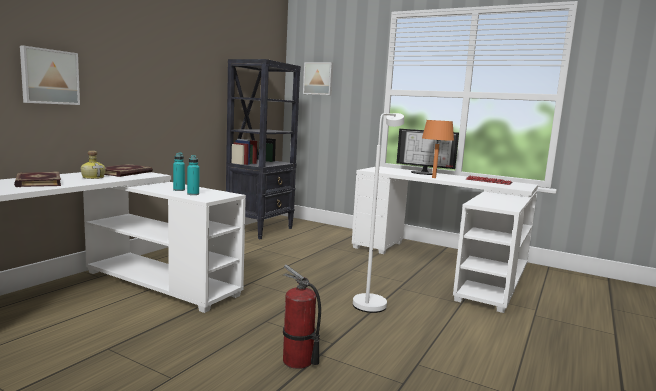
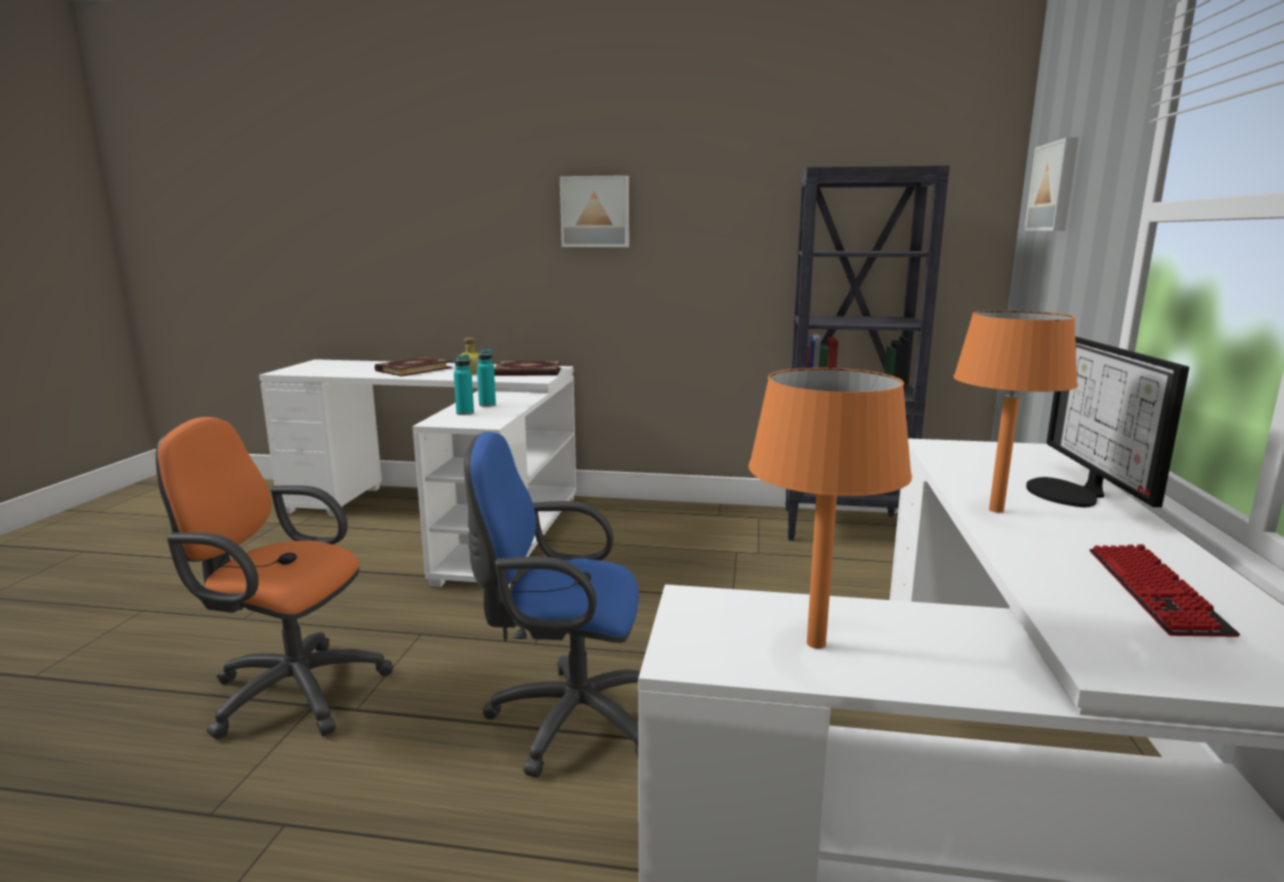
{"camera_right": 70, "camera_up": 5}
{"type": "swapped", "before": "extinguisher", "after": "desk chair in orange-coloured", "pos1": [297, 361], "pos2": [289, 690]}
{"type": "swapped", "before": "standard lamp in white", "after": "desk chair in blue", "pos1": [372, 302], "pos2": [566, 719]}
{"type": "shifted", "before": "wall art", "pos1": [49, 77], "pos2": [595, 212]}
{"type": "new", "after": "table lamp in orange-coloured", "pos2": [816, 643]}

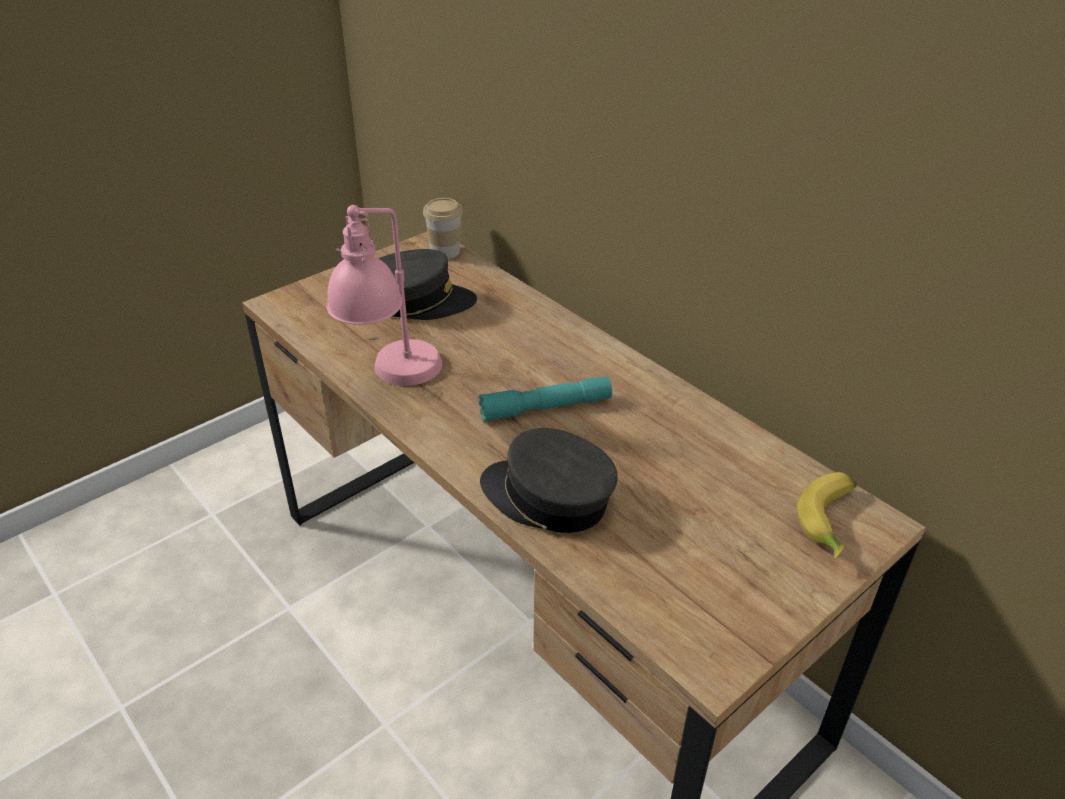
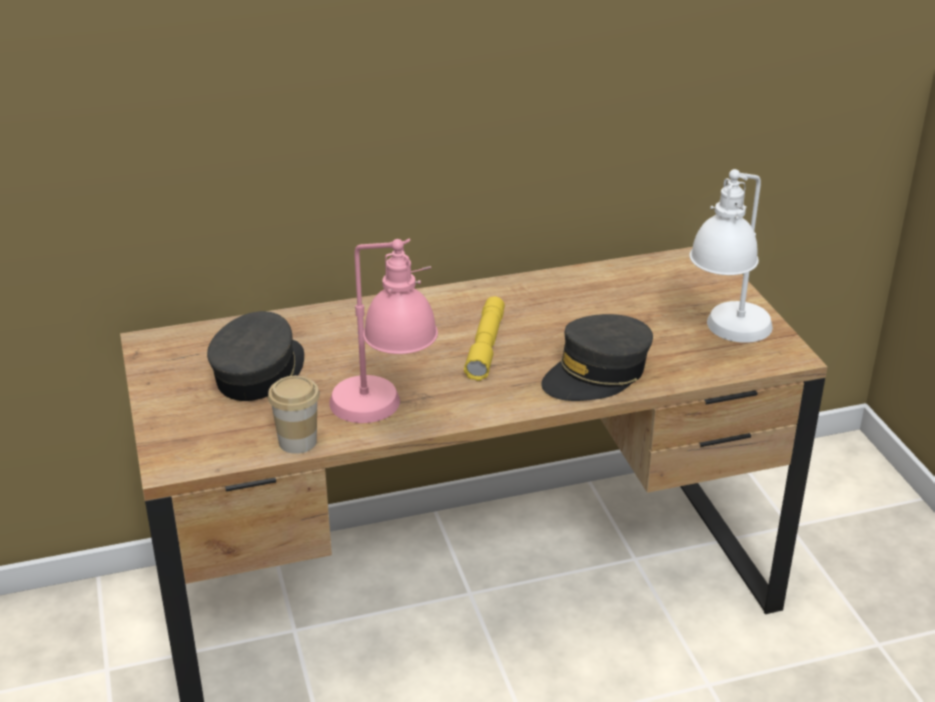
{"camera_right": -65, "camera_up": -5}
{"type": "shifted", "before": "cup", "pos1": [445, 252], "pos2": [297, 442]}
{"type": "repainted", "before": "hand torch in blue-green", "after": "hand torch in yellow", "pos1": [546, 407], "pos2": [485, 346]}
{"type": "new", "after": "table lamp in white", "pos2": [727, 338]}
{"type": "gone", "before": "banana fruit", "pos1": [832, 523]}

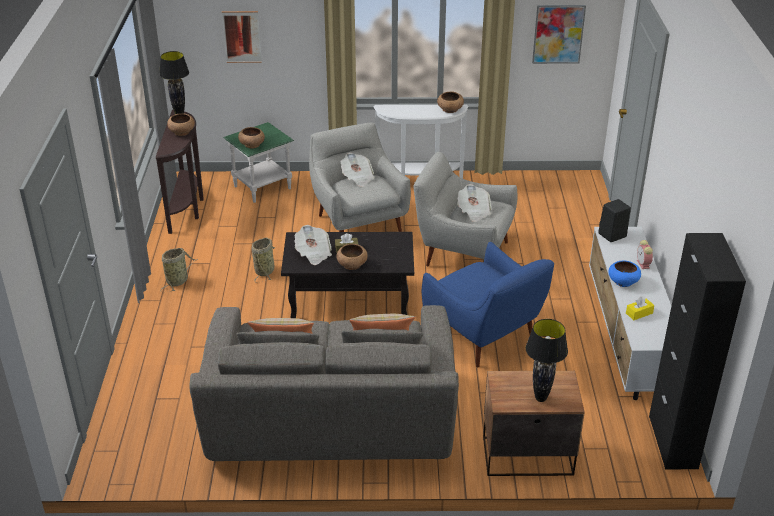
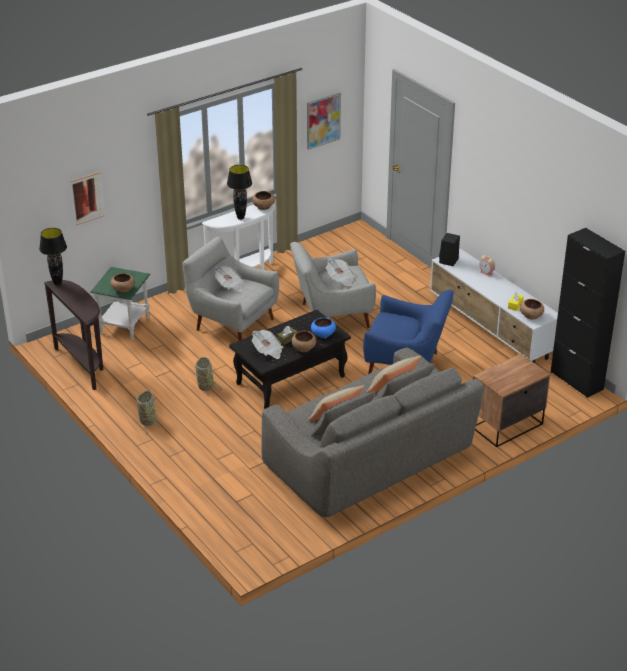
{"camera_right": -35, "camera_up": 0}
{"type": "shifted", "before": "table lamp in black", "pos1": [541, 398], "pos2": [241, 218]}
{"type": "shifted", "before": "deep dish in blue", "pos1": [623, 281], "pos2": [323, 334]}
{"type": "shifted", "before": "deep dish in brown-coloured", "pos1": [182, 132], "pos2": [531, 315]}

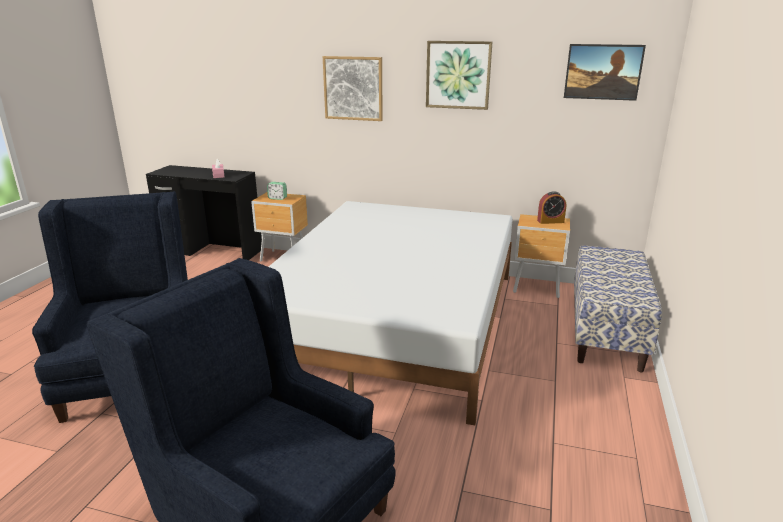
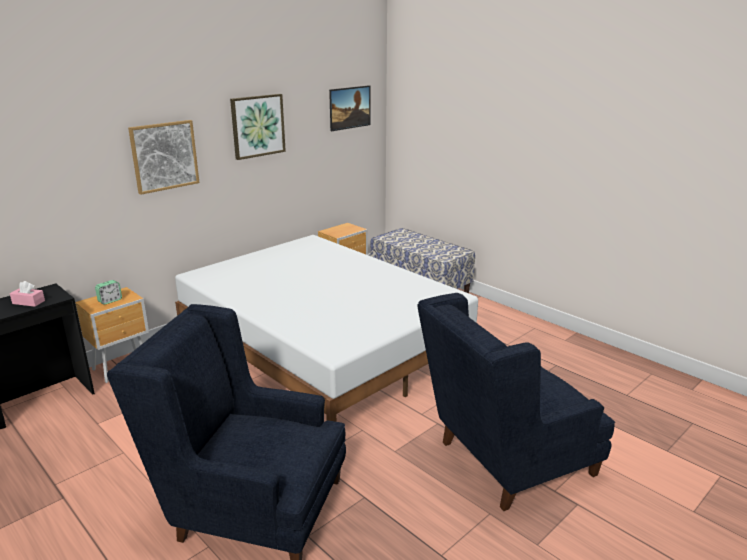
{"camera_right": -60, "camera_up": 0}
{"type": "gone", "before": "table clock", "pos1": [550, 221]}

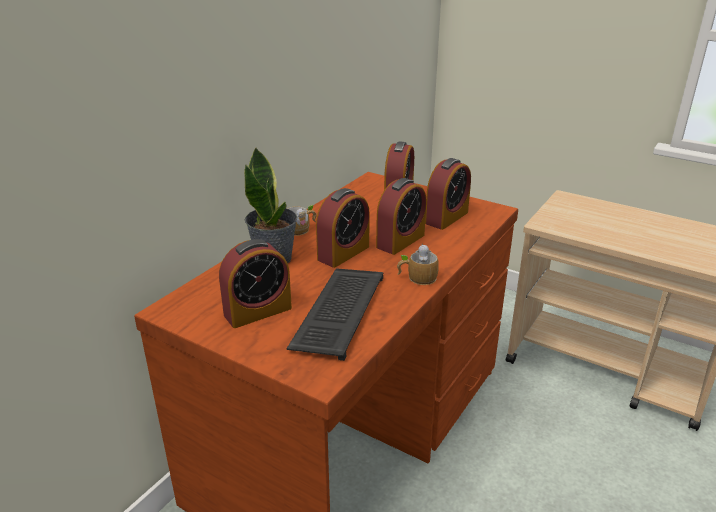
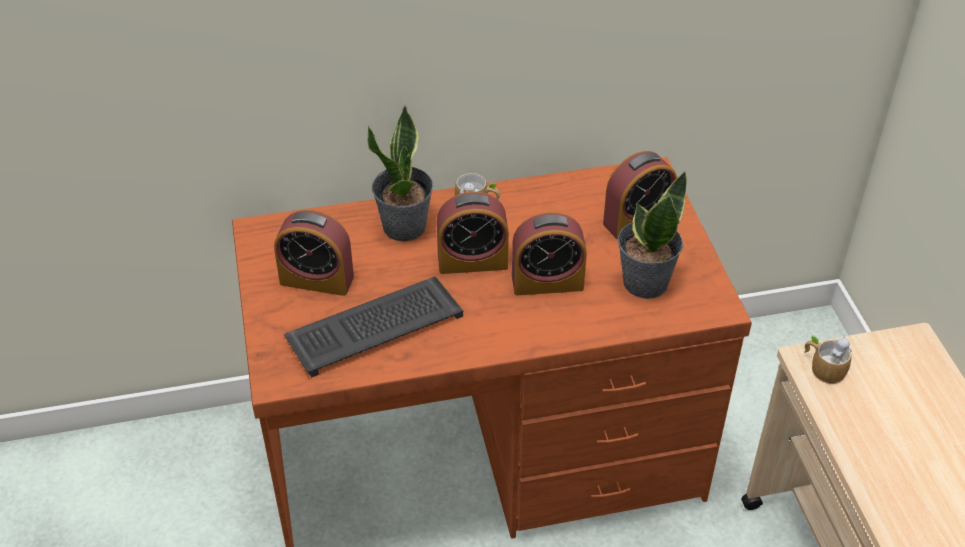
{"camera_right": 45, "camera_up": 15}
{"type": "swapped", "before": "table clock", "after": "houseplant", "pos1": [446, 218], "pos2": [644, 282]}
{"type": "shifted", "before": "mug", "pos1": [417, 277], "pos2": [823, 367]}

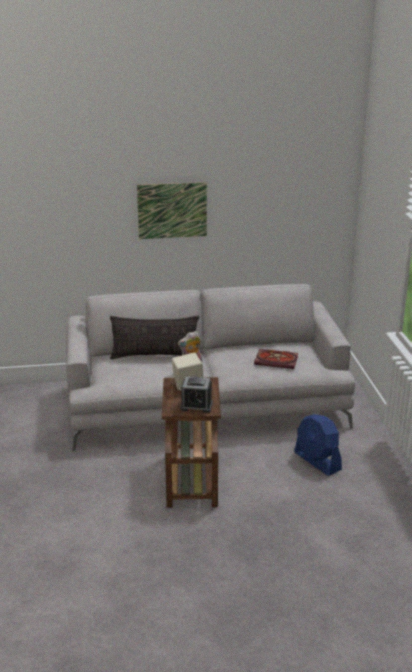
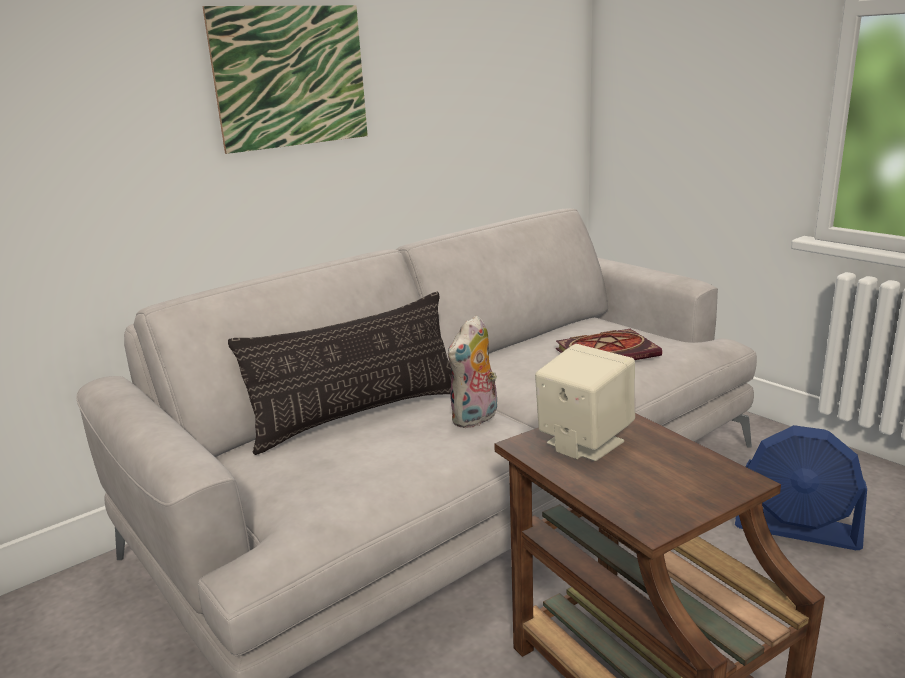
{"camera_right": -30, "camera_up": -5}
{"type": "gone", "before": "table clock", "pos1": [196, 406]}

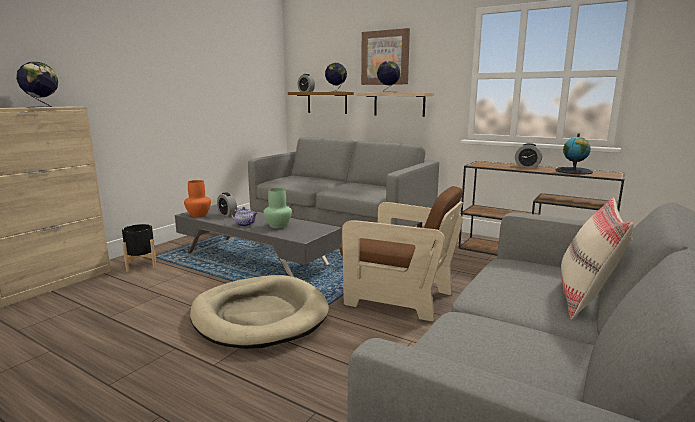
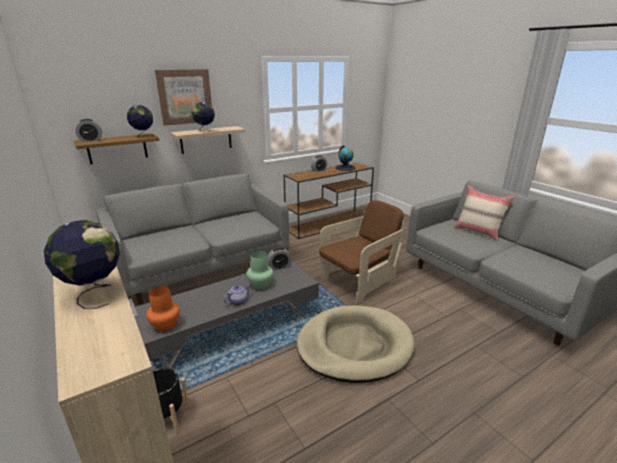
{"camera_right": -65, "camera_up": 10}
{"type": "shifted", "before": "table clock", "pos1": [227, 214], "pos2": [279, 267]}

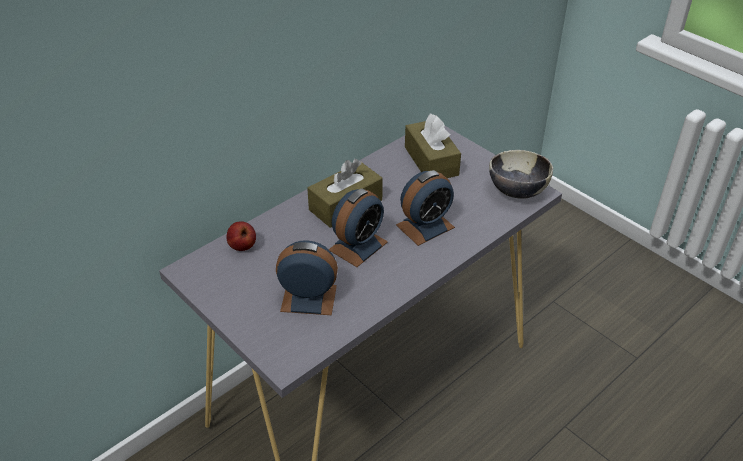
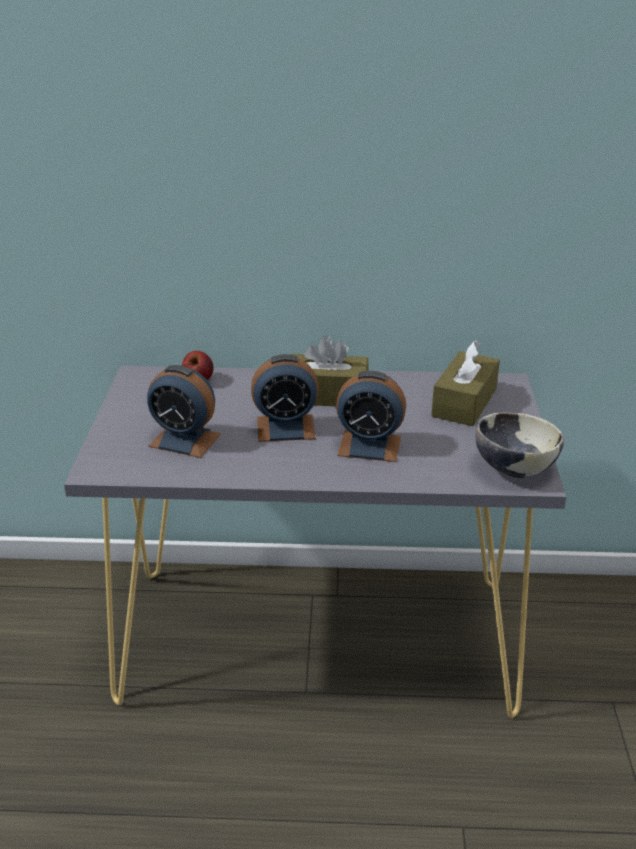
{"camera_right": 45, "camera_up": -10}
{"type": "rotated", "before": "table clock", "pos1": [309, 298], "pos2": [185, 440], "turn": 150}

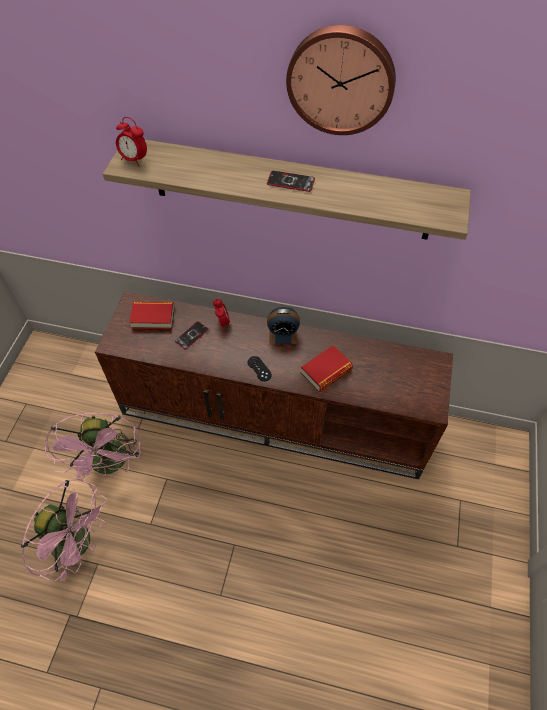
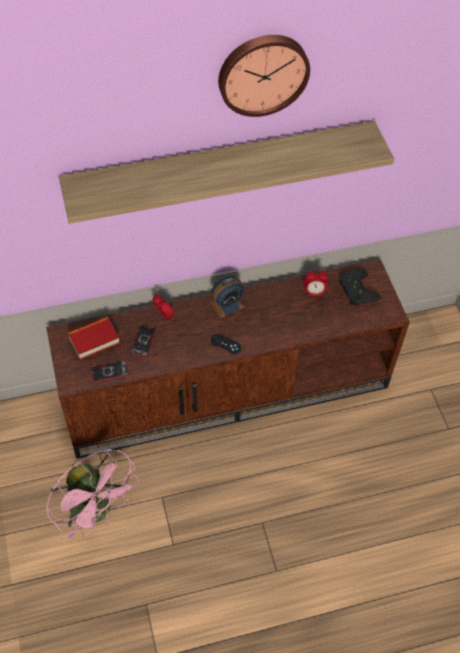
{"camera_right": -30, "camera_up": 0}
{"type": "shifted", "before": "handset", "pos1": [290, 182], "pos2": [109, 371]}
{"type": "shifted", "before": "table clock", "pos1": [134, 159], "pos2": [314, 292]}
{"type": "new", "after": "game controller in black", "pos2": [355, 290]}
{"type": "gone", "before": "fan in pinkish", "pos1": [79, 543]}
{"type": "gone", "before": "bound book", "pos1": [326, 371]}

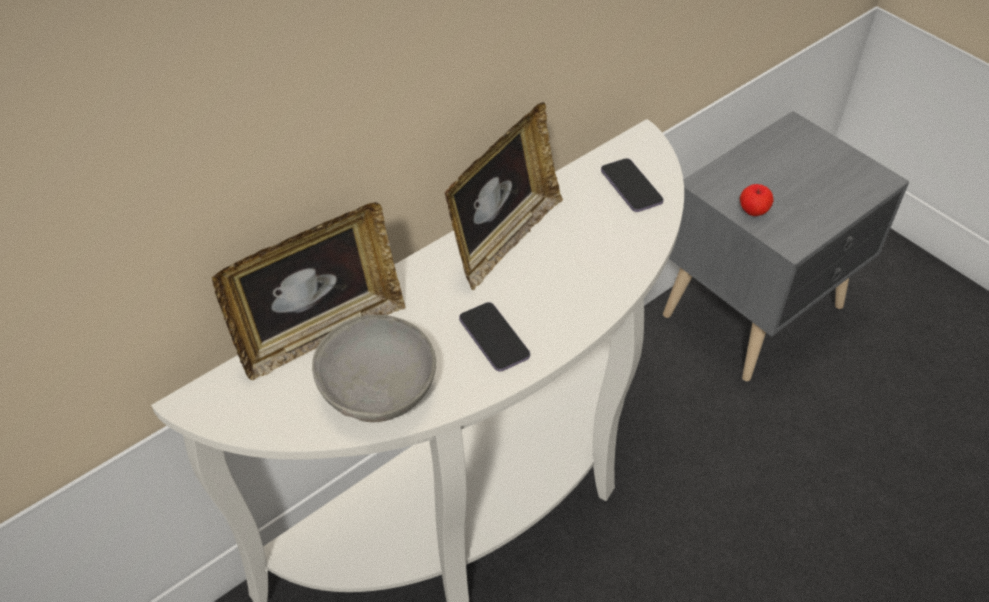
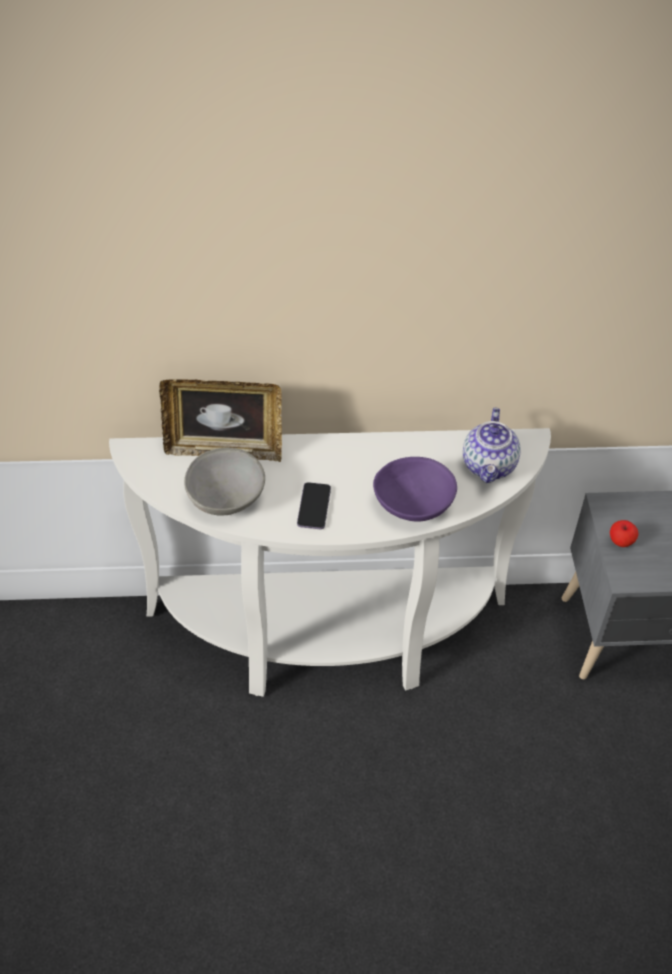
{"camera_right": 35, "camera_up": 0}
{"type": "new", "after": "deep dish in purple", "pos2": [413, 505]}
{"type": "swapped", "before": "handset", "after": "teapot", "pos1": [631, 187], "pos2": [489, 466]}
{"type": "gone", "before": "picture frame", "pos1": [503, 239]}

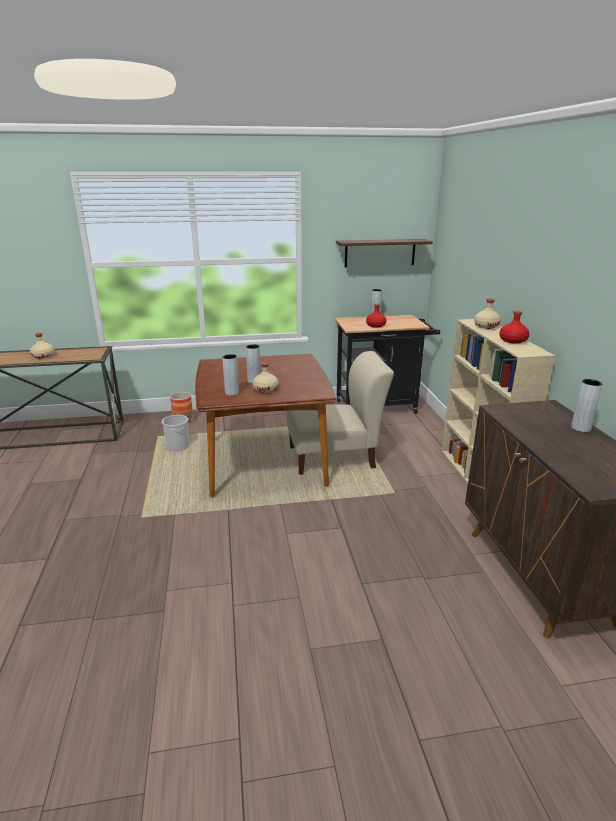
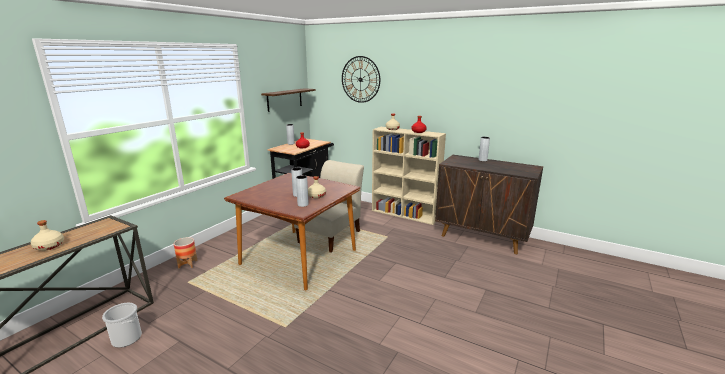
{"camera_right": -50, "camera_up": -5}
{"type": "shifted", "before": "bucket", "pos1": [178, 446], "pos2": [127, 338]}
{"type": "new", "after": "wall clock", "pos2": [360, 79]}

